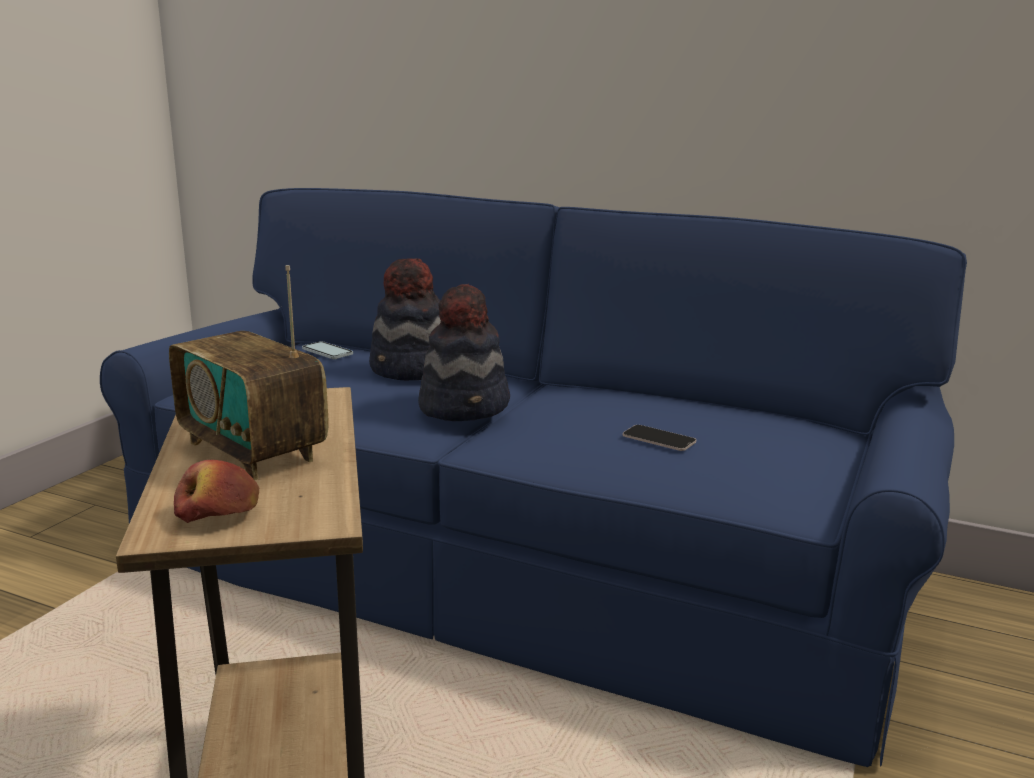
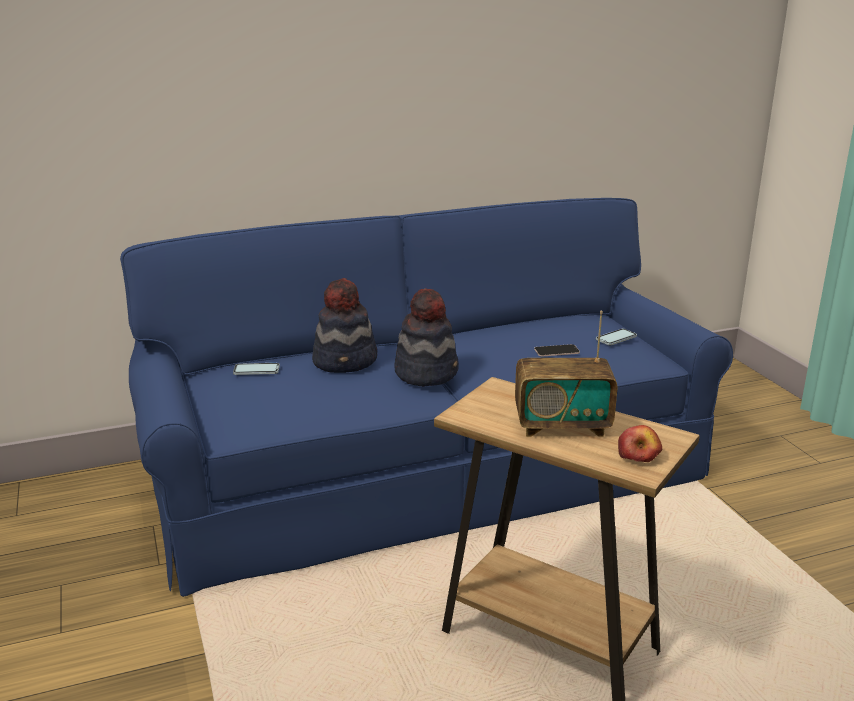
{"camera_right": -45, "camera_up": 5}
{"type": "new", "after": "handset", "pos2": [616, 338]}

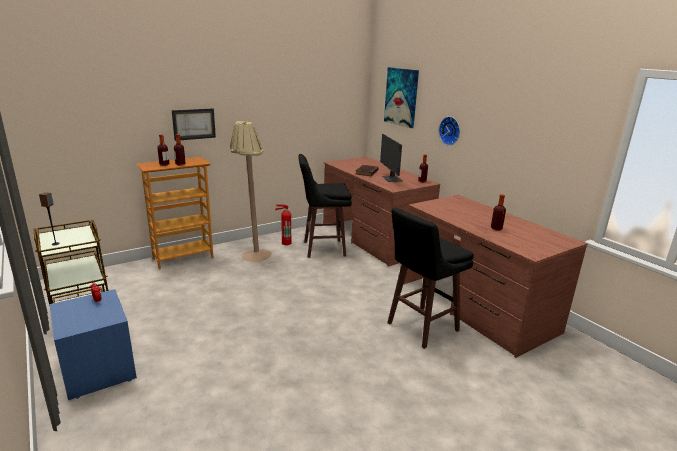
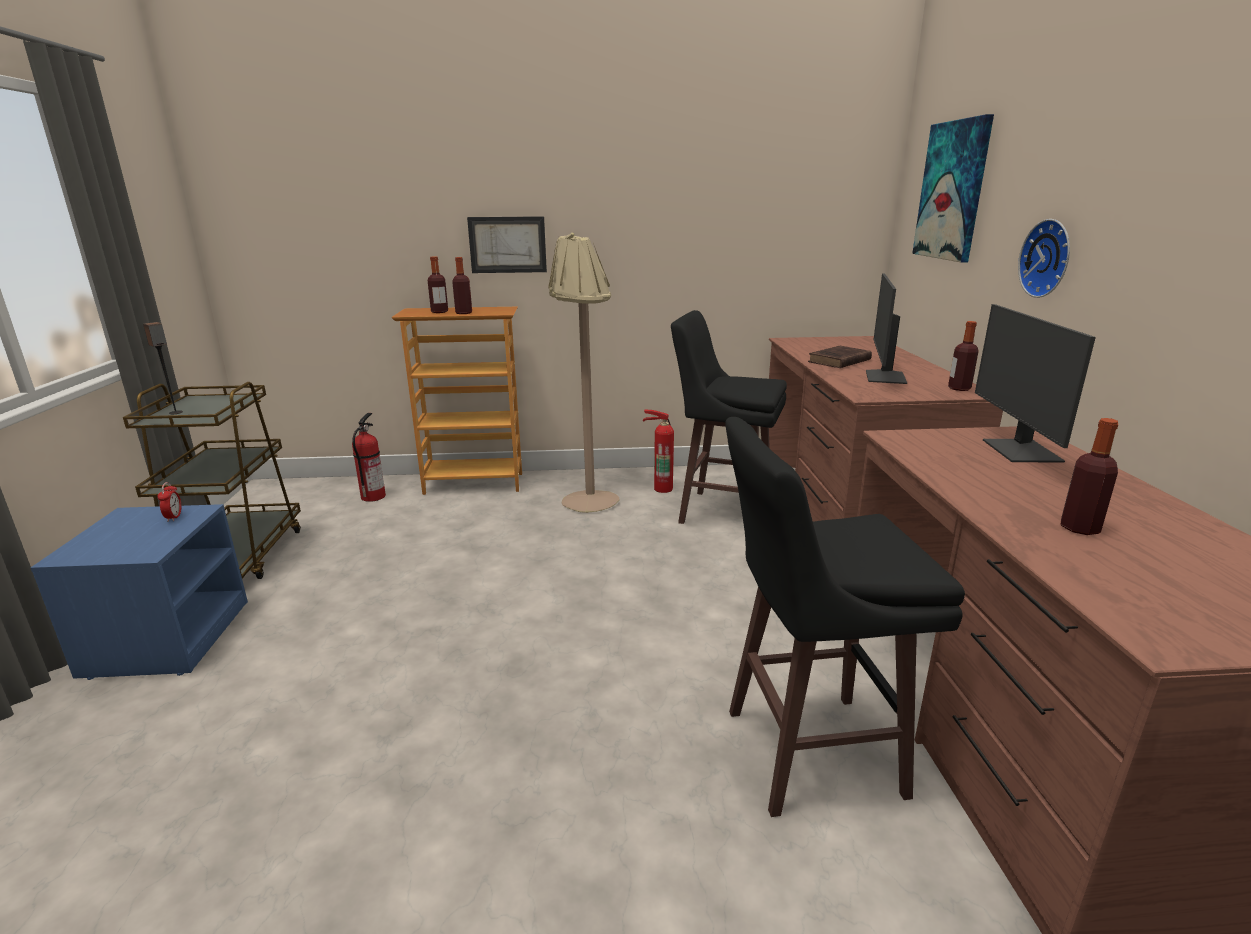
{"camera_right": 30, "camera_up": 0}
{"type": "new", "after": "extinguisher", "pos2": [373, 496]}
{"type": "new", "after": "computer screen", "pos2": [1019, 451]}

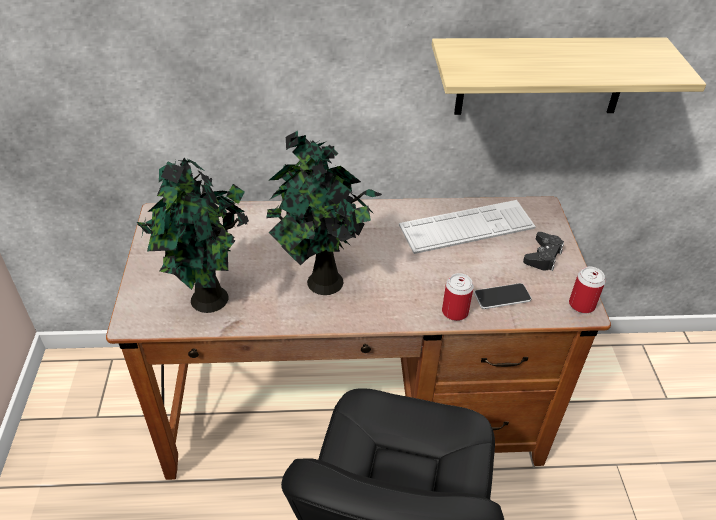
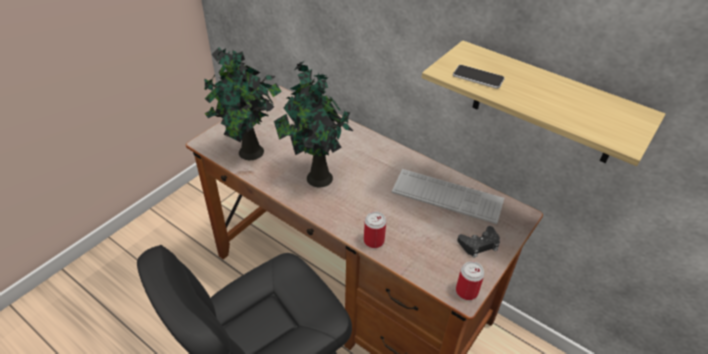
{"camera_right": 40, "camera_up": 0}
{"type": "shifted", "before": "handset", "pos1": [502, 297], "pos2": [478, 77]}

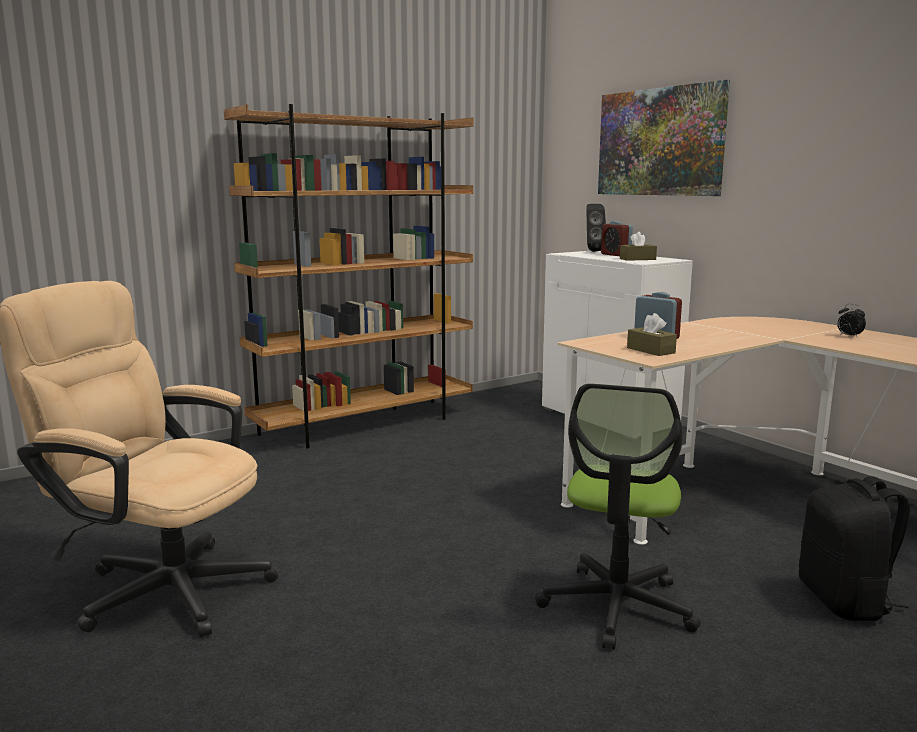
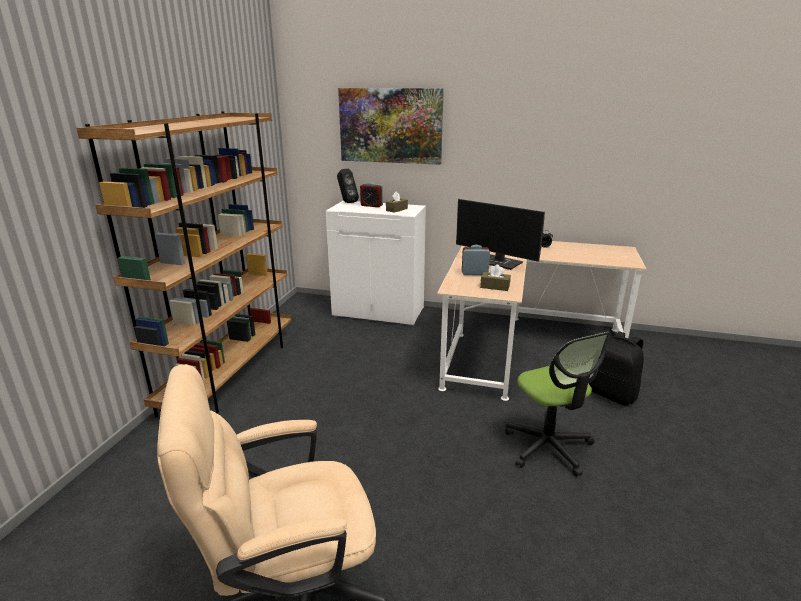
{"camera_right": -40, "camera_up": 10}
{"type": "new", "after": "computer screen", "pos2": [499, 262]}

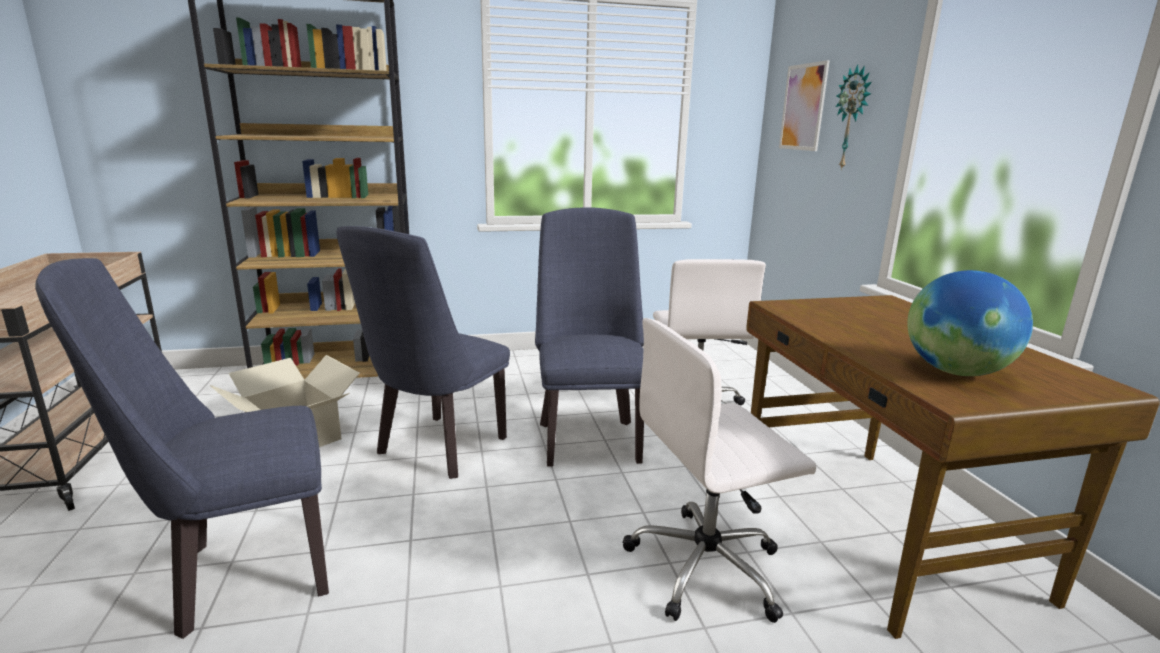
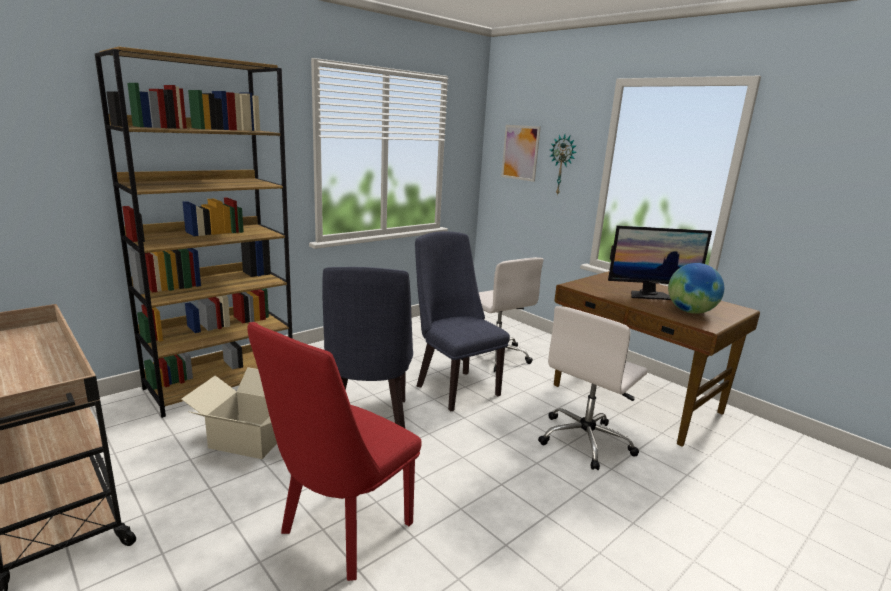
{"camera_right": -30, "camera_up": 0}
{"type": "repainted", "before": "plain chair in blue", "after": "plain chair in reddish", "pos1": [239, 575], "pos2": [340, 534]}
{"type": "new", "after": "computer screen", "pos2": [650, 295]}

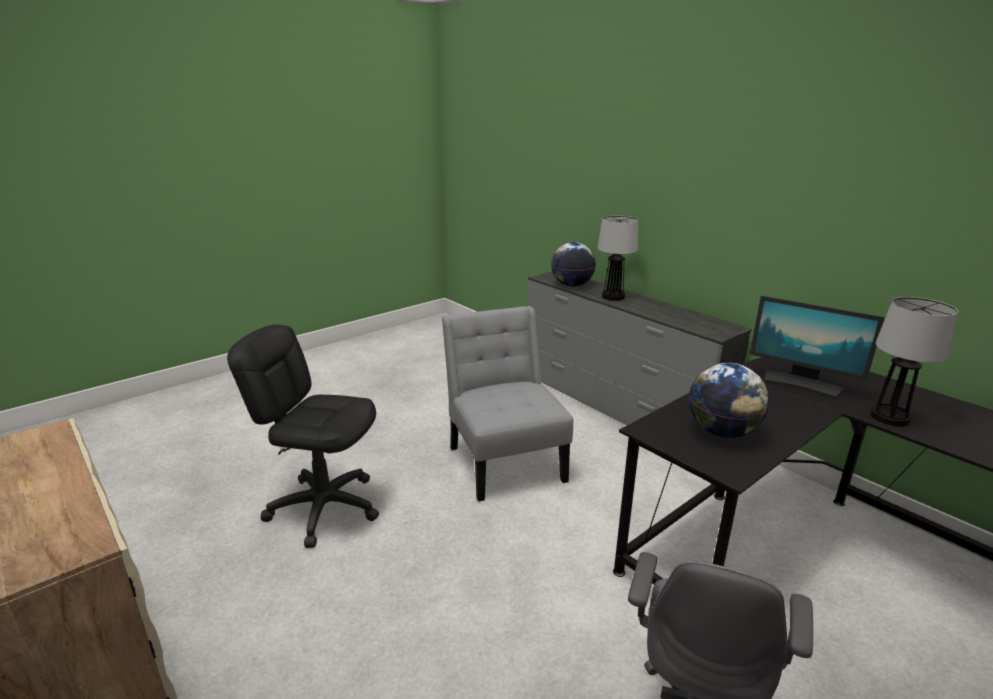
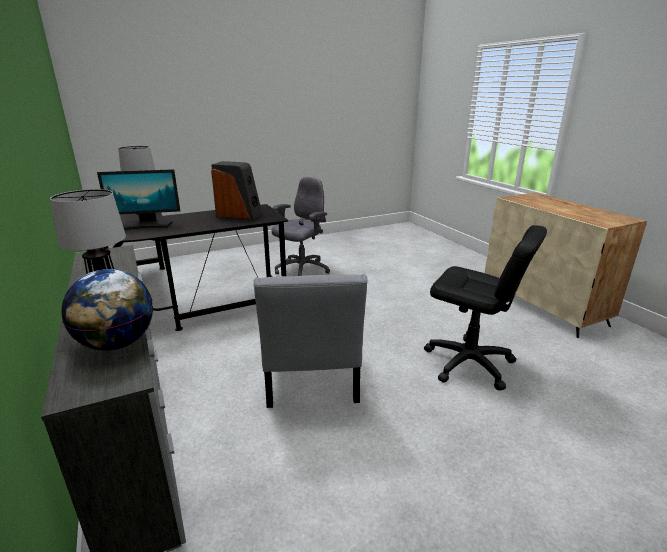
{"camera_right": -165, "camera_up": 0}
{"type": "rotated", "before": "computer screen", "pos1": [801, 384], "pos2": [146, 225], "turn": 120}
{"type": "swapped", "before": "world globe", "after": "audio speaker", "pos1": [722, 432], "pos2": [239, 215]}

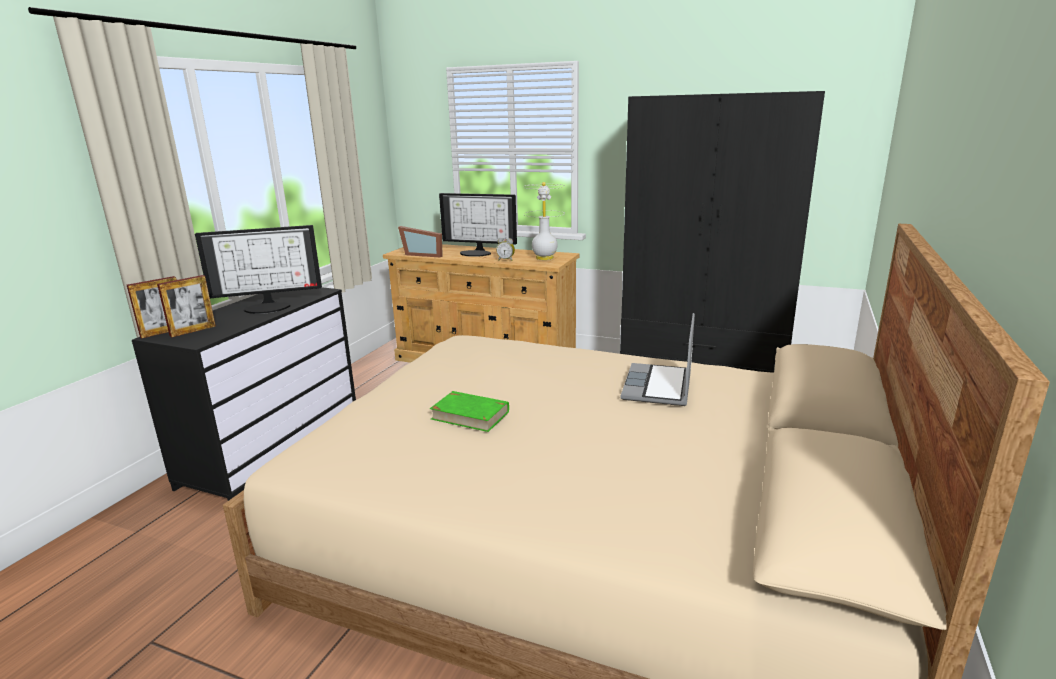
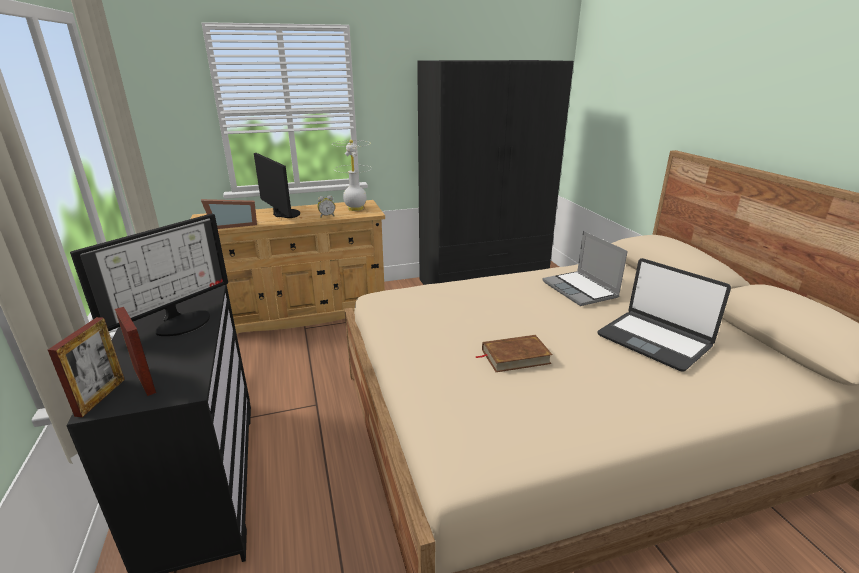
{"camera_right": -40, "camera_up": 5}
{"type": "rotated", "before": "picture frame", "pos1": [193, 331], "pos2": [144, 380], "turn": -45}
{"type": "rotated", "before": "computer screen", "pos1": [477, 253], "pos2": [284, 214], "turn": -105}
{"type": "repainted", "before": "bound book in greenish", "after": "bound book in brown-coloured", "pos1": [470, 415], "pos2": [515, 356]}
{"type": "new", "after": "notebook computer", "pos2": [654, 340]}

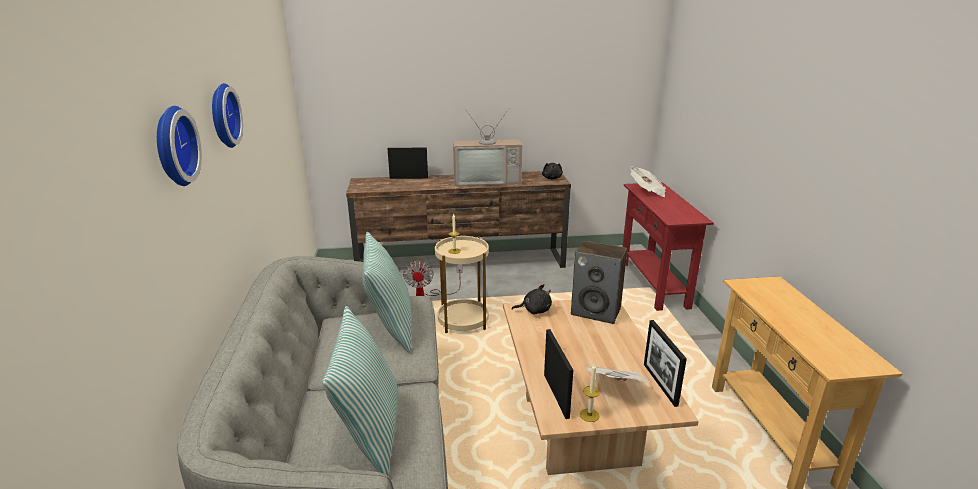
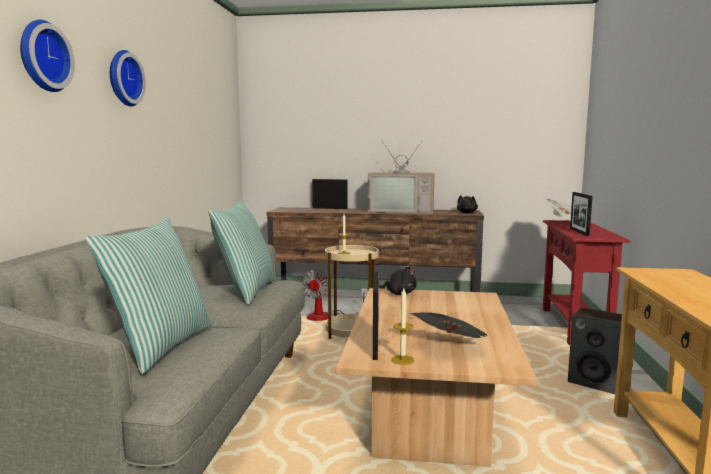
{"camera_right": 15, "camera_up": -15}
{"type": "shifted", "before": "audio speaker", "pos1": [596, 311], "pos2": [596, 383]}
{"type": "shifted", "before": "picture frame", "pos1": [660, 384], "pos2": [579, 232]}

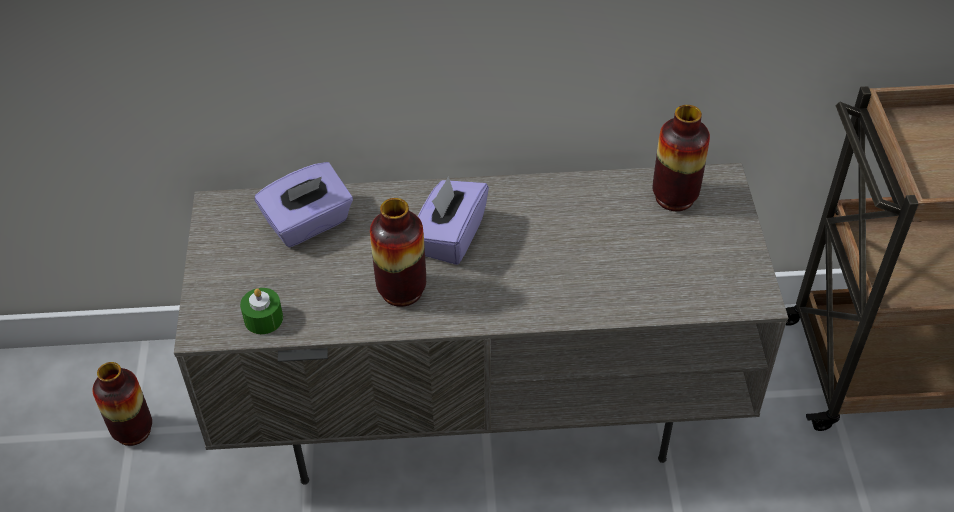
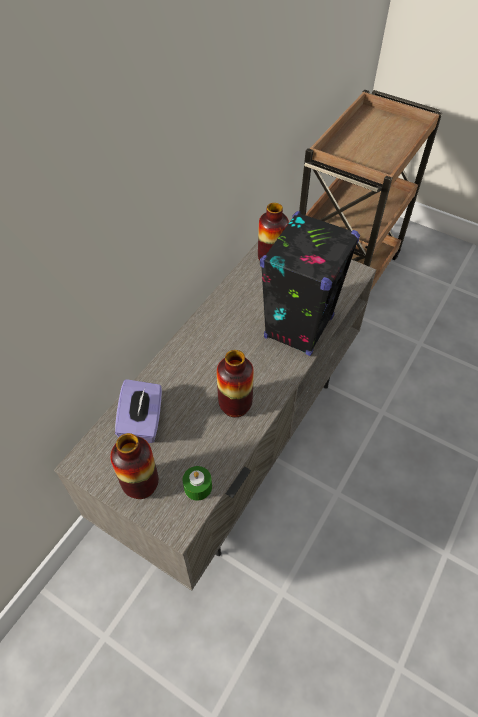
{"camera_right": -55, "camera_up": 5}
{"type": "shifted", "before": "decorative vase", "pos1": [133, 431], "pos2": [141, 484]}
{"type": "new", "after": "audio speaker in black", "pos2": [298, 327]}
{"type": "gone", "before": "tissue holder in purple", "pos1": [450, 237]}

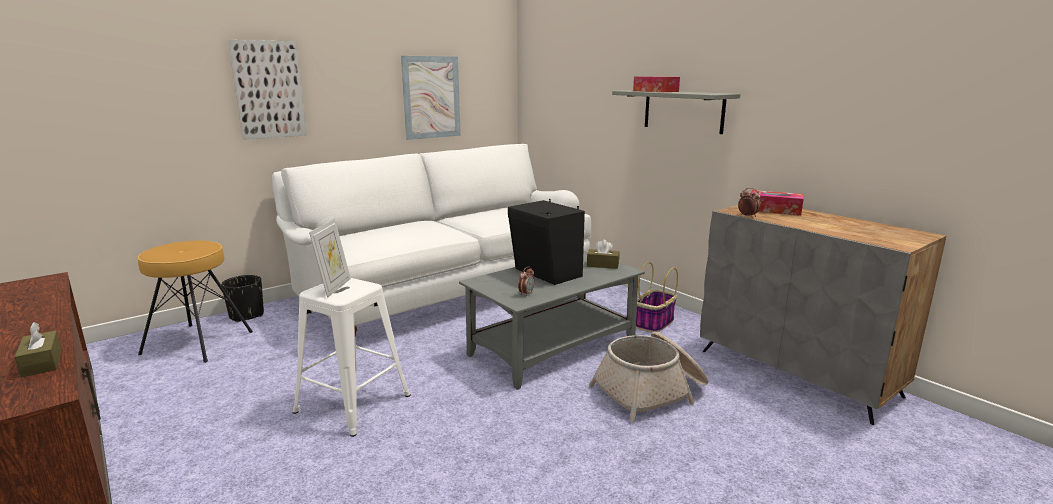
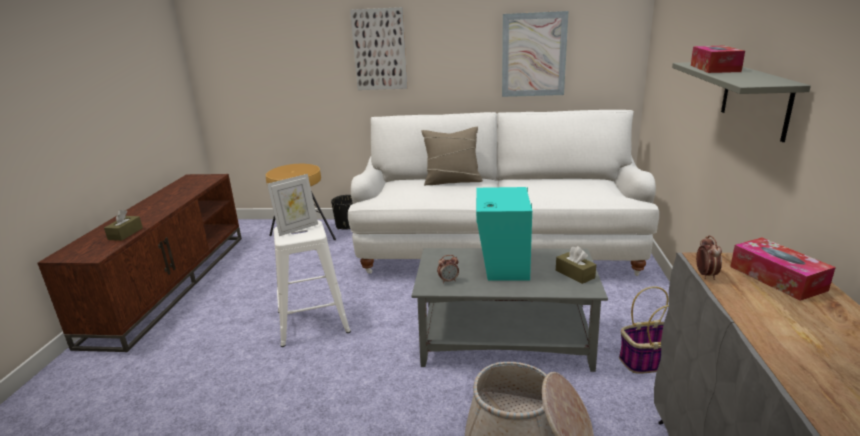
{"camera_right": 45, "camera_up": 5}
{"type": "new", "after": "cushion in beige", "pos2": [452, 181]}
{"type": "repainted", "before": "audio speaker in black", "after": "audio speaker in blue-green", "pos1": [546, 273], "pos2": [503, 265]}

